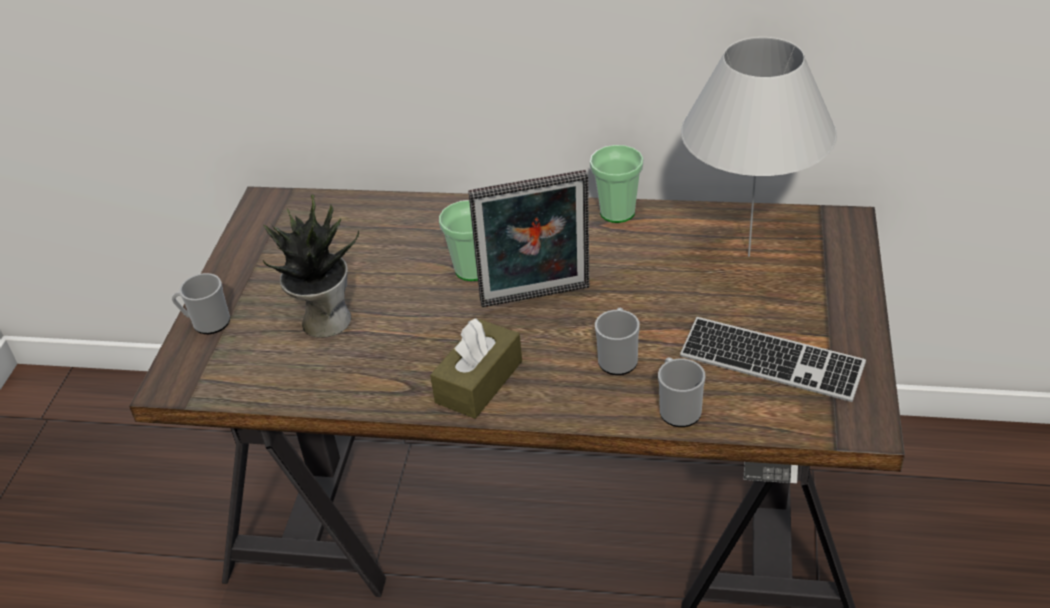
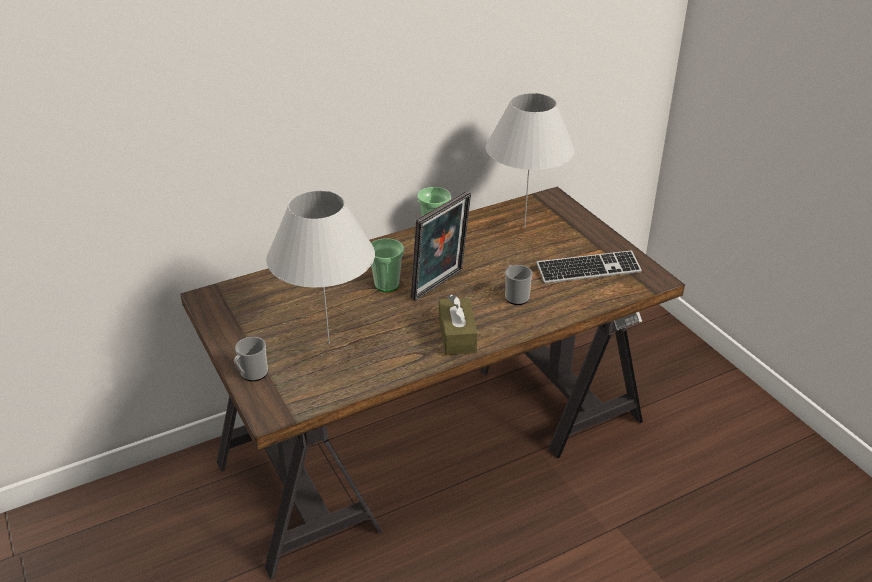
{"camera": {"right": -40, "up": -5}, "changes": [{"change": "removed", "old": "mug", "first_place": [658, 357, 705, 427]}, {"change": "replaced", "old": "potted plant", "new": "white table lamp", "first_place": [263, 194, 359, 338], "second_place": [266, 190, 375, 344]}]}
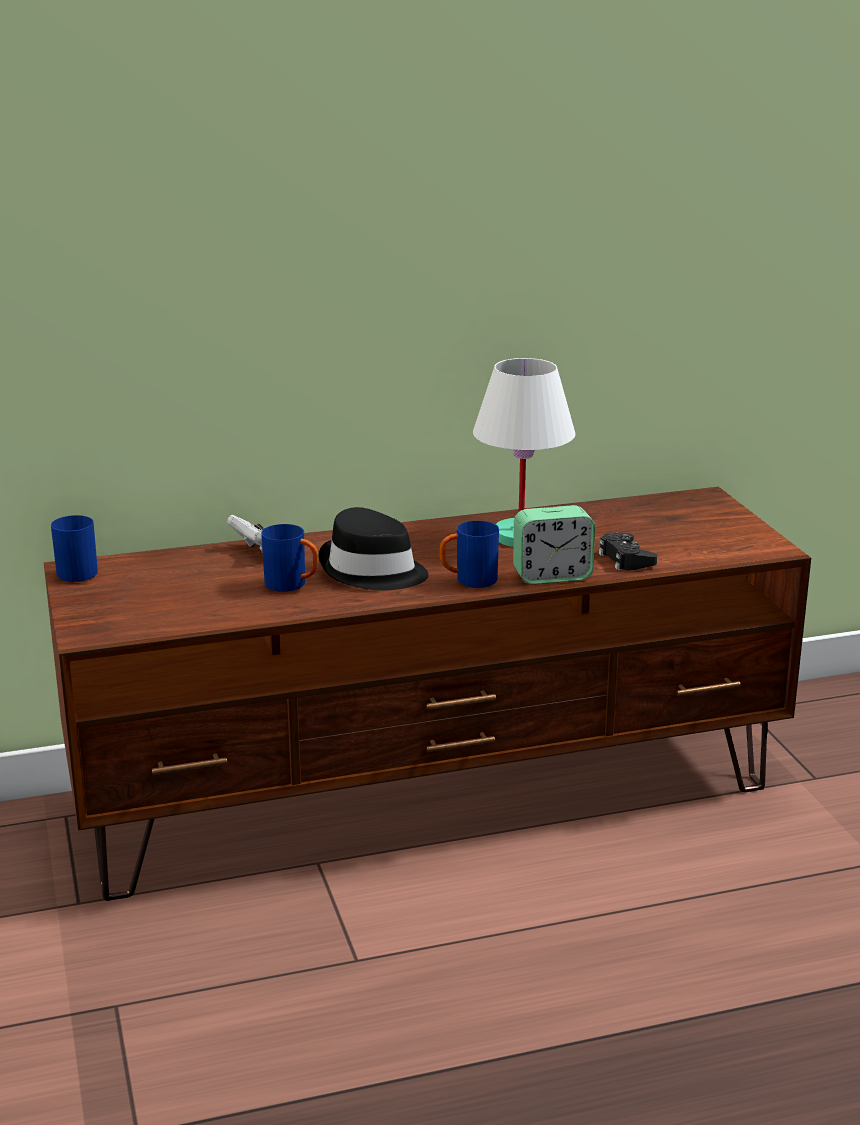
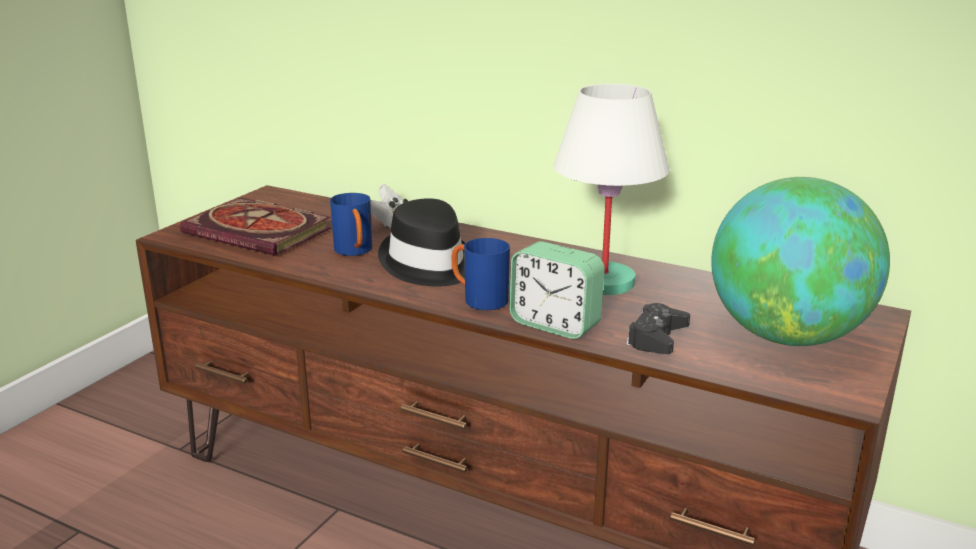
{"camera": {"right": 45, "up": 0}, "changes": [{"change": "removed", "old": "blue mug", "first_place": [51, 515, 98, 582]}, {"change": "added", "new": "book", "second_place": [180, 198, 331, 256]}, {"change": "added", "new": "globe", "second_place": [711, 177, 890, 346]}]}
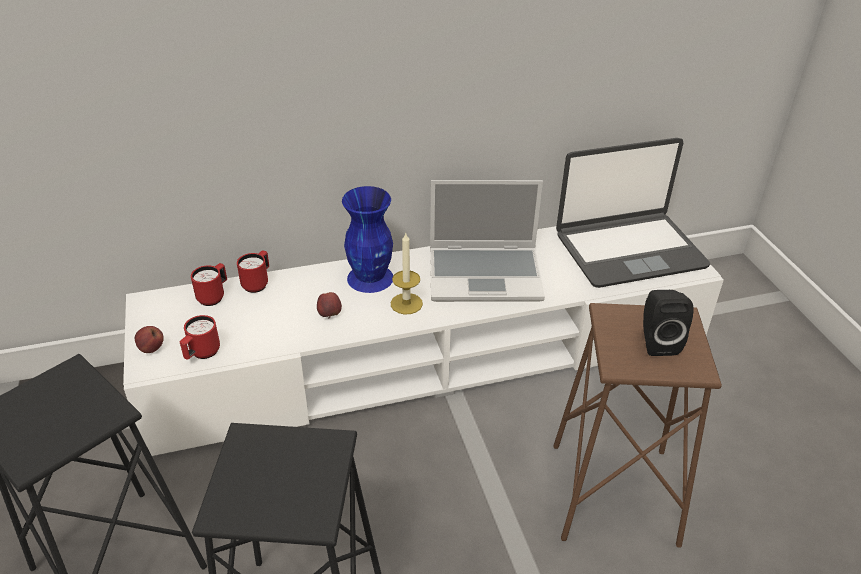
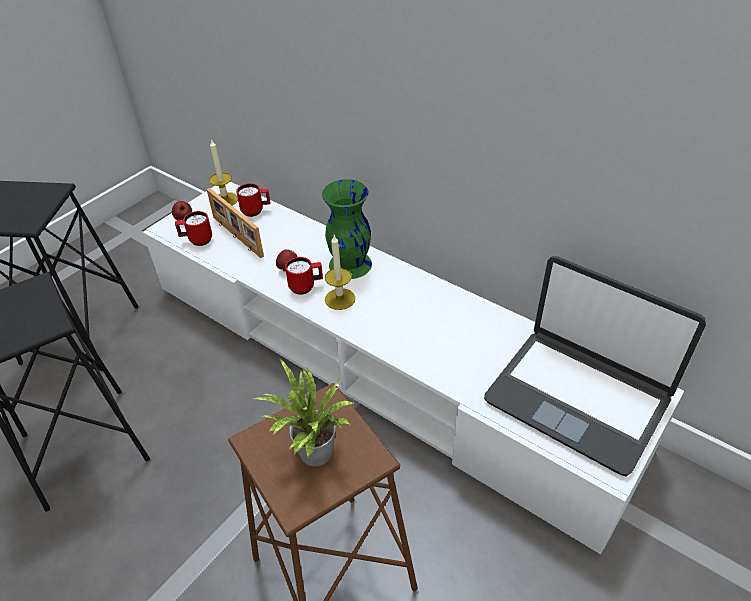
{"camera": {"right": 55, "up": 5}, "changes": [{"change": "removed", "old": "laptop", "first_place": [430, 180, 545, 302]}, {"change": "added", "new": "picture frame", "second_place": [206, 188, 264, 258]}, {"change": "added", "new": "candle", "second_place": [209, 139, 238, 206]}, {"change": "moved", "old": "red mug", "first_place": [237, 251, 270, 293], "second_place": [285, 257, 323, 295]}, {"change": "replaced", "old": "black speaker", "new": "potted plant", "first_place": [643, 290, 694, 356], "second_place": [254, 358, 353, 466]}, {"change": "recoloured", "old": "blue vase", "new": "green vase", "first_place": [342, 186, 393, 293], "second_place": [322, 179, 372, 279]}]}
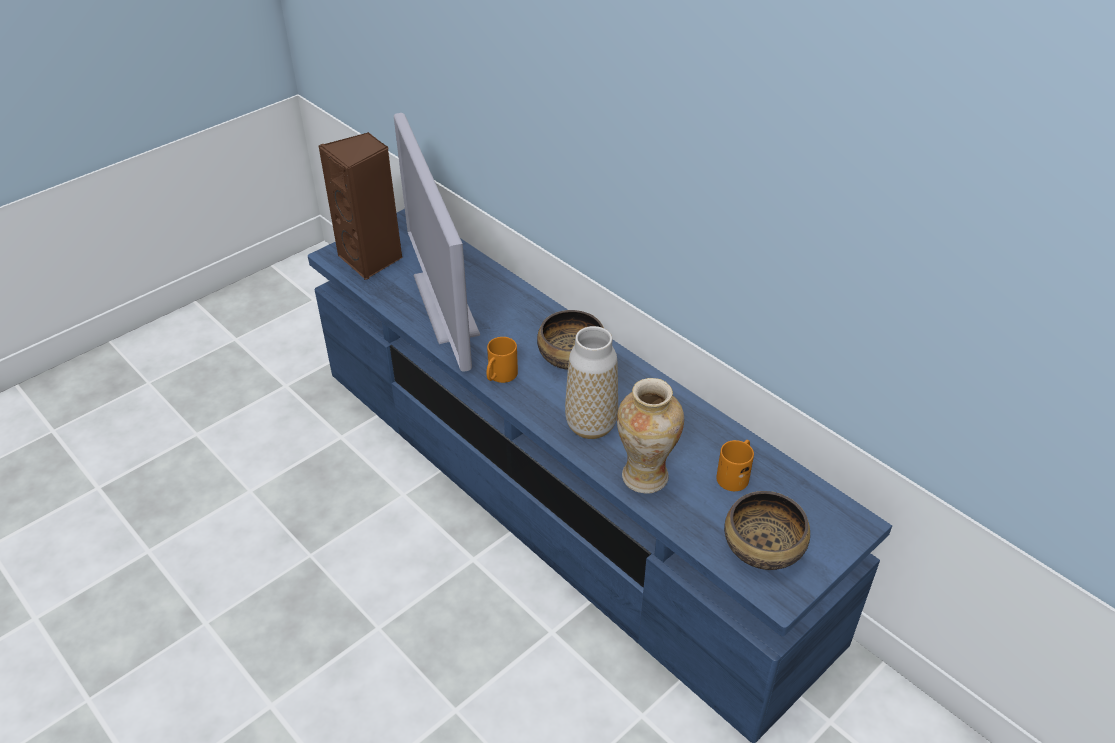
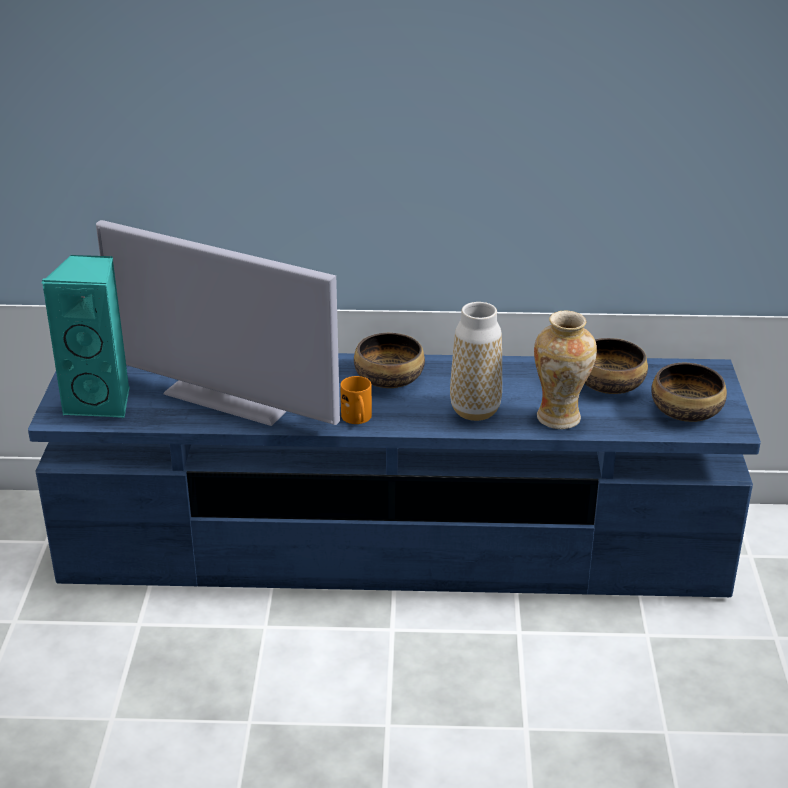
{"camera": {"right": -45, "up": -10}, "changes": [{"change": "replaced", "old": "orange mug", "new": "bowl", "first_place": [716, 440, 754, 491], "second_place": [585, 338, 648, 394]}, {"change": "recoloured", "old": "brown speaker", "new": "turquoise speaker", "first_place": [318, 132, 402, 280], "second_place": [41, 254, 130, 419]}]}
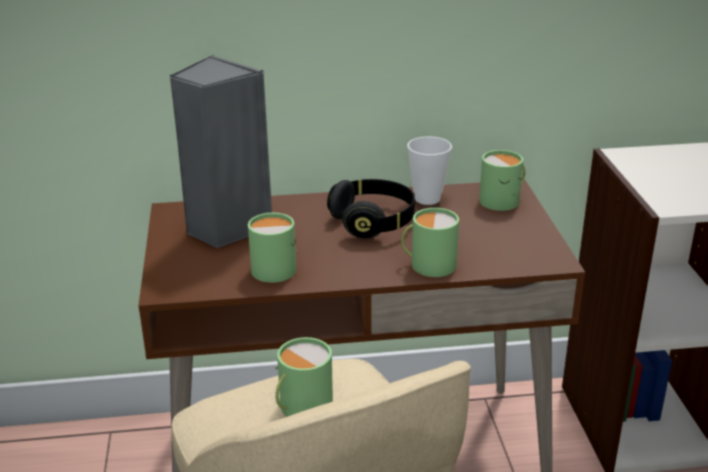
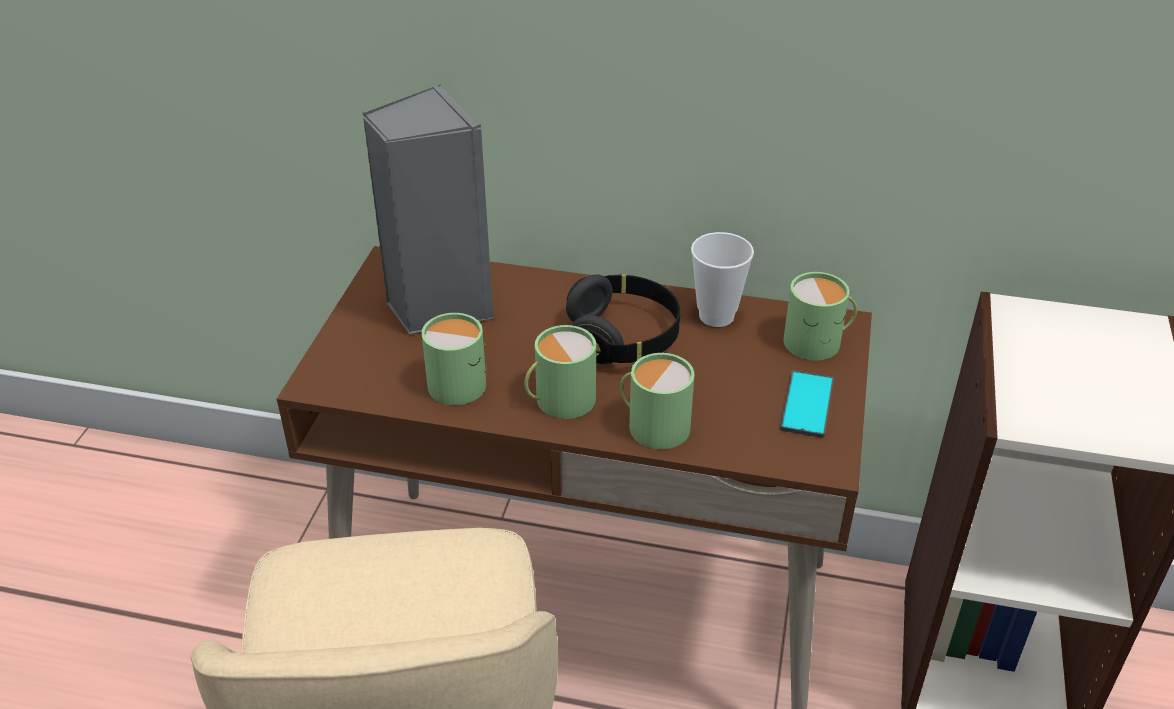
{"camera": {"right": 20, "up": 10}, "changes": [{"change": "added", "new": "phone", "second_place": [780, 370, 834, 438]}, {"change": "moved", "old": "green mug", "first_place": [275, 337, 333, 417], "second_place": [524, 325, 596, 419]}]}
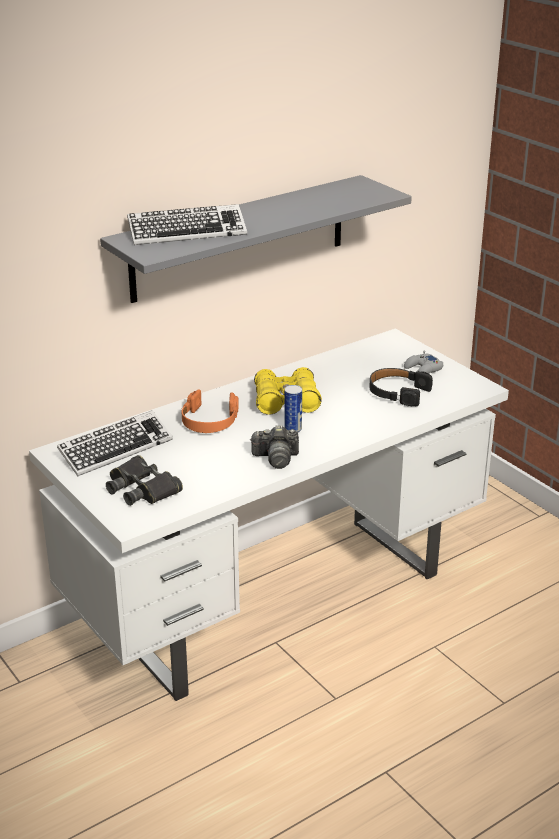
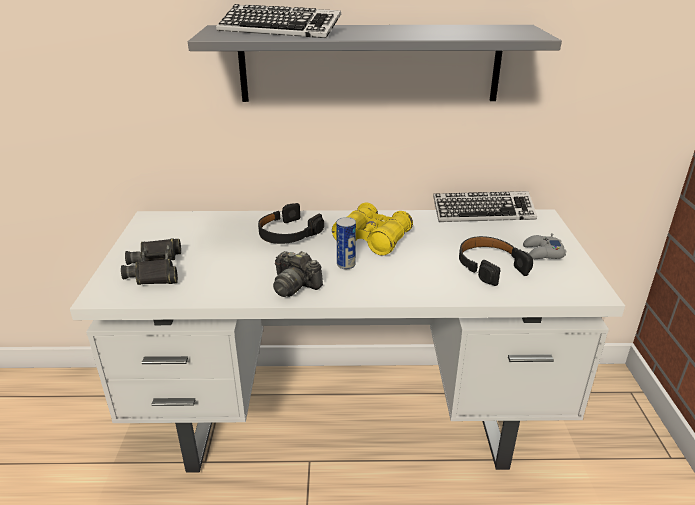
{"camera": {"right": 35, "up": 0}, "changes": [{"change": "moved", "old": "keyboard", "first_place": [57, 410, 173, 476], "second_place": [433, 191, 537, 222]}, {"change": "recoloured", "old": "orange headphones", "new": "black headphones", "first_place": [181, 389, 238, 433], "second_place": [258, 203, 324, 244]}]}
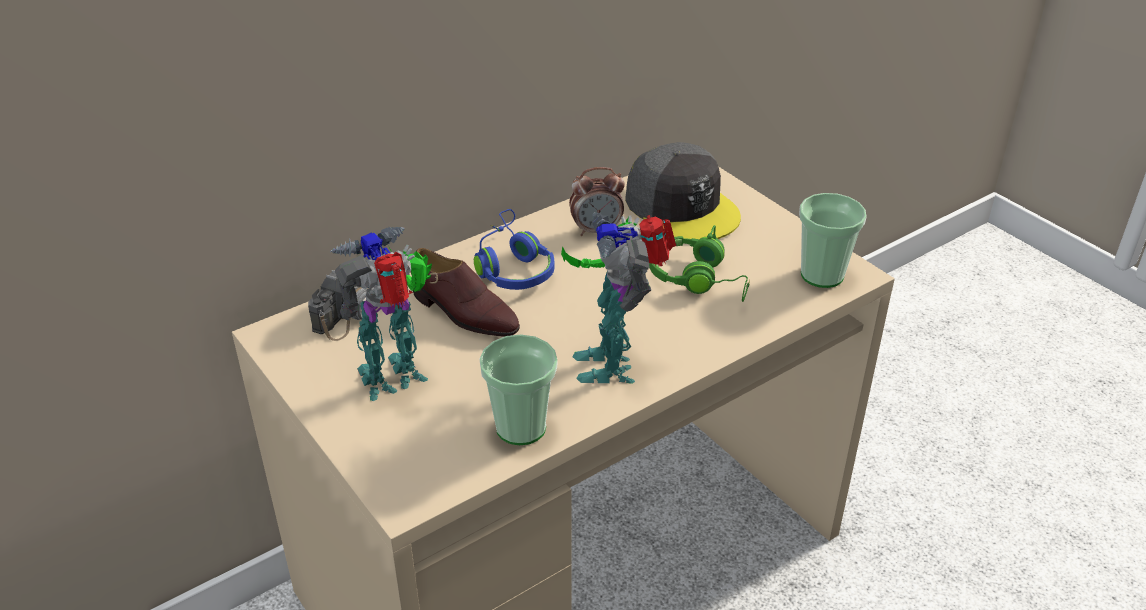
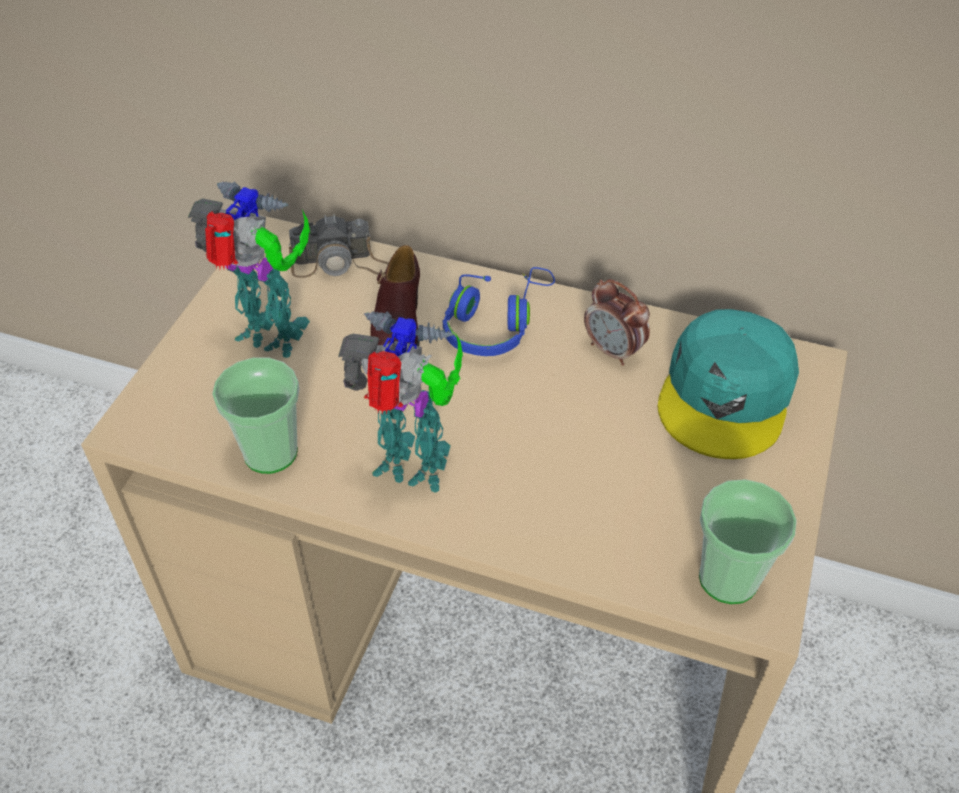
{"camera": {"right": 55, "up": 10}, "changes": [{"change": "removed", "old": "green headphones", "first_place": [649, 225, 750, 302]}, {"change": "recoloured", "old": "grey cap", "new": "turquoise cap", "first_place": [625, 142, 741, 239], "second_place": [658, 309, 799, 459]}, {"change": "turned", "old": "toy robot", "first_place": [561, 212, 676, 384], "second_place": [338, 311, 463, 493], "degrees": 60}]}
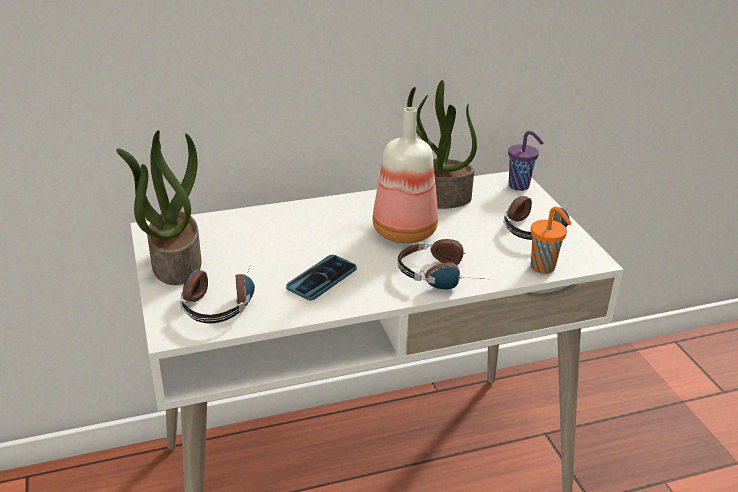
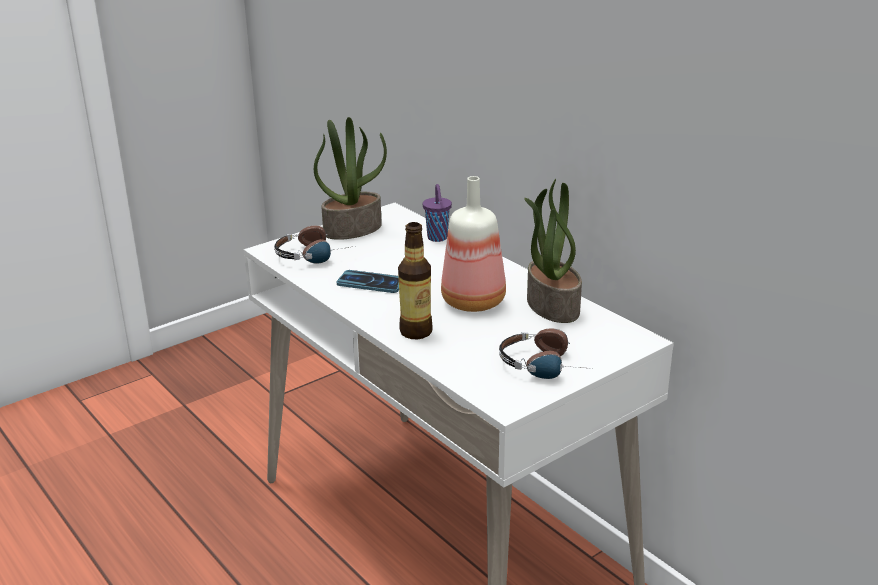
{"camera": {"right": 70, "up": -5}, "changes": [{"change": "removed", "old": "orange cup", "first_place": [531, 207, 572, 274]}, {"change": "moved", "old": "purple cup", "first_place": [508, 131, 544, 191], "second_place": [423, 184, 452, 242]}, {"change": "replaced", "old": "headphones", "new": "bottle", "first_place": [397, 239, 491, 289], "second_place": [398, 222, 432, 339]}]}
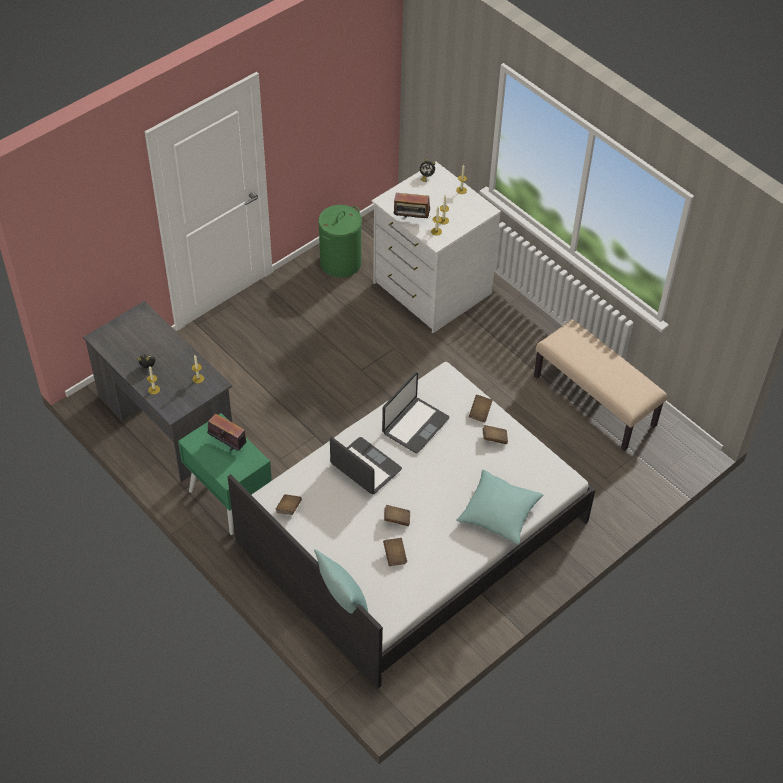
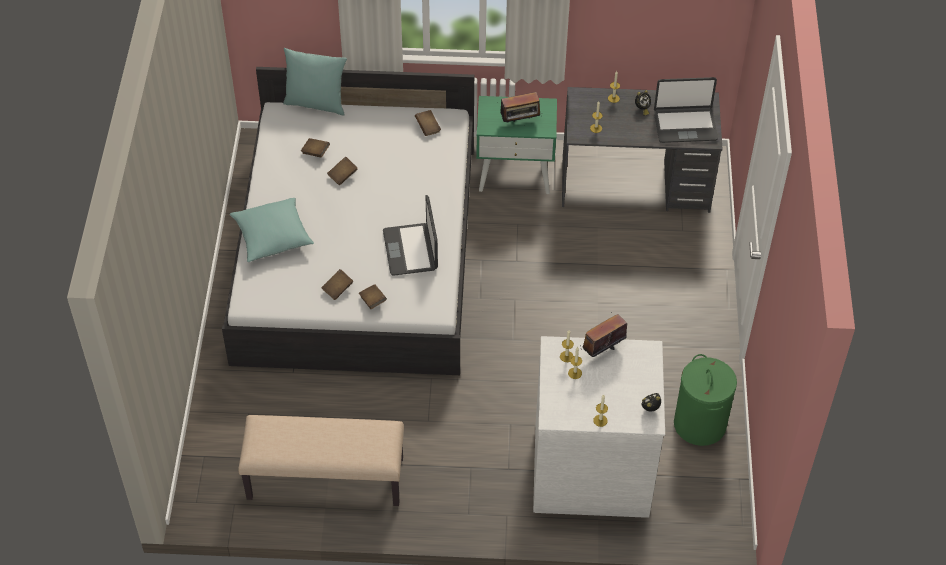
{"camera": {"right": 135, "up": 0}, "changes": [{"change": "moved", "old": "laptop", "first_place": [330, 437, 402, 494], "second_place": [654, 77, 718, 143]}]}
